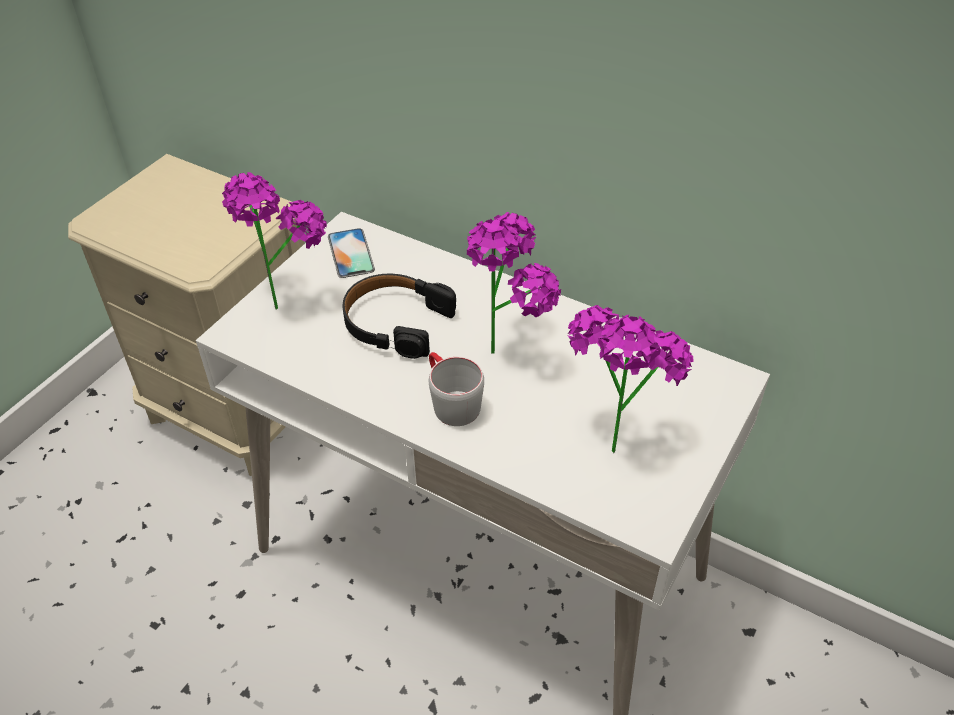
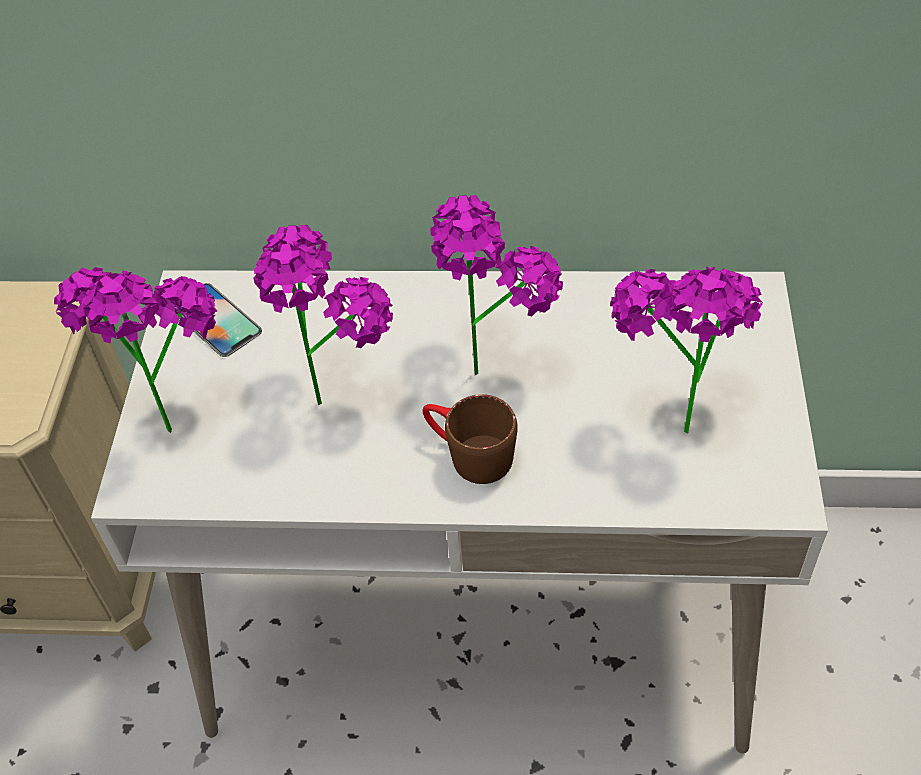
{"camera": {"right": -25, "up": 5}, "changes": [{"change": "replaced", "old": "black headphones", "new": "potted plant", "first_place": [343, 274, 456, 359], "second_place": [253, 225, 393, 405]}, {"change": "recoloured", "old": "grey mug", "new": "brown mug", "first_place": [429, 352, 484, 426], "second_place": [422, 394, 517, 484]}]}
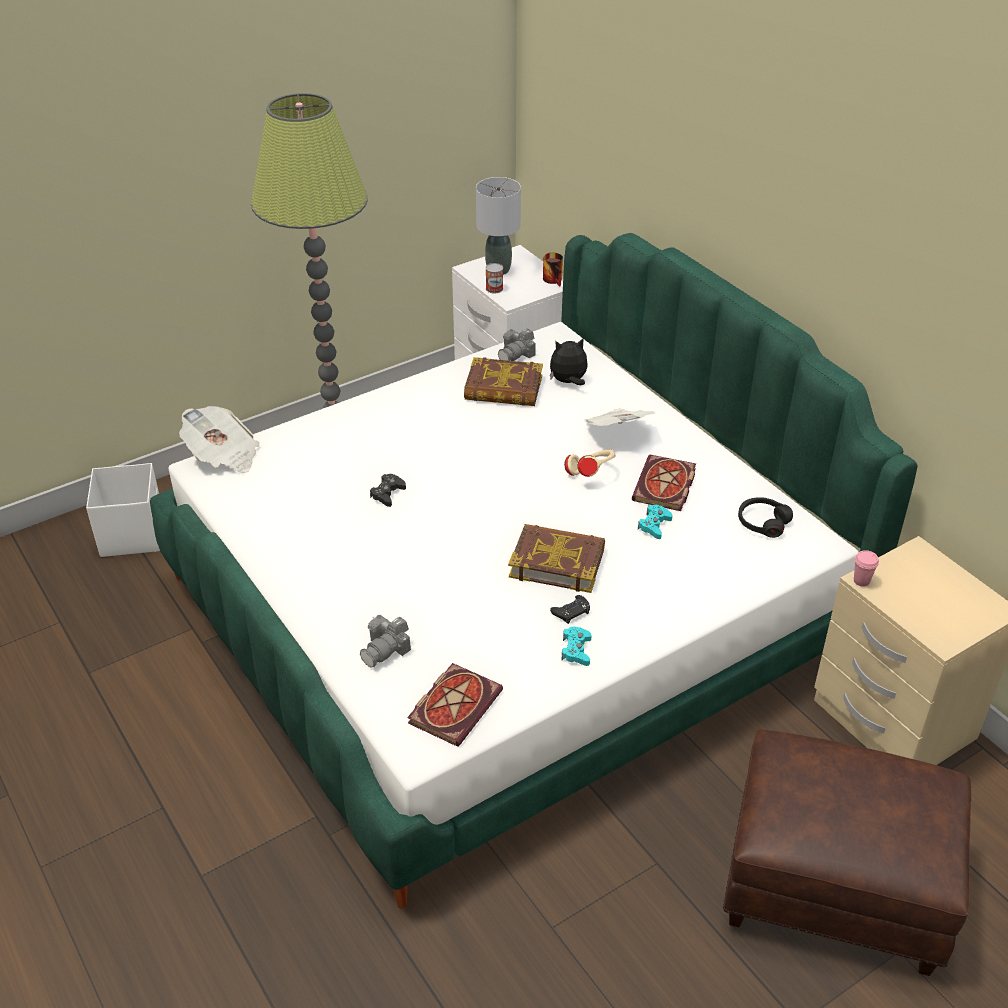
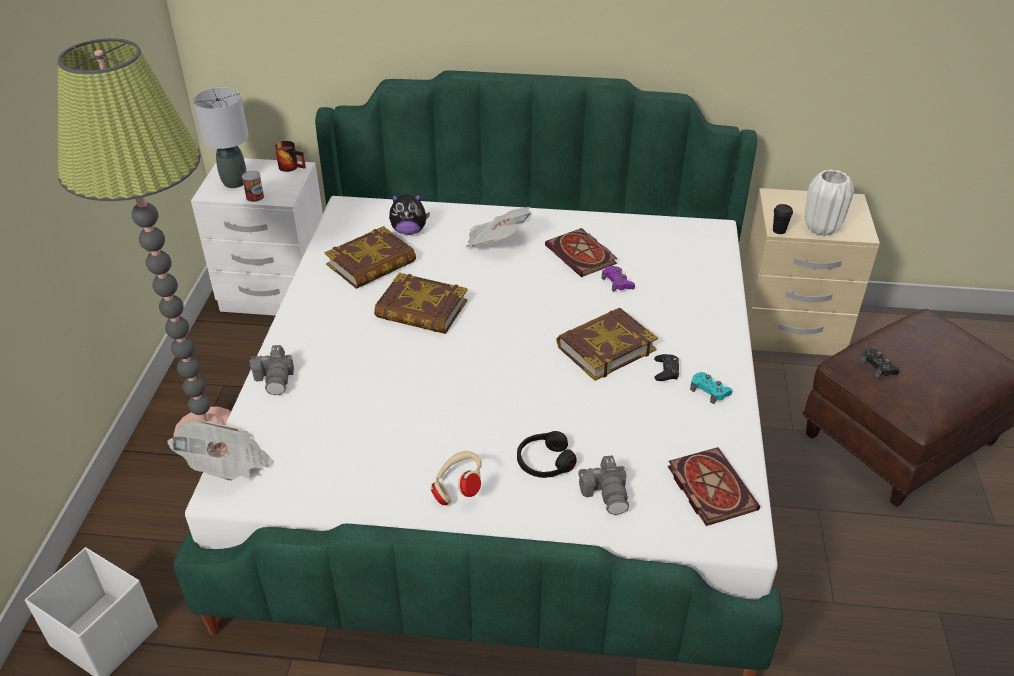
{"camera": {"right": -50, "up": 0}, "changes": [{"change": "added", "new": "book", "second_place": [374, 273, 467, 334]}, {"change": "added", "new": "white vase", "second_place": [804, 169, 854, 236]}, {"change": "moved", "old": "black game controller", "first_place": [370, 474, 406, 507], "second_place": [860, 348, 900, 378]}, {"change": "moved", "old": "photo camera", "first_place": [498, 329, 535, 361], "second_place": [250, 345, 294, 395]}, {"change": "moved", "old": "beige headphones", "first_place": [564, 449, 616, 477], "second_place": [431, 451, 482, 505]}, {"change": "moved", "old": "black headphones", "first_place": [738, 497, 793, 538], "second_place": [517, 431, 577, 478]}, {"change": "recoloured", "old": "turquoise game controller", "new": "purple game controller", "first_place": [638, 505, 673, 539], "second_place": [602, 266, 635, 292]}, {"change": "recoloured", "old": "pink cup", "new": "black cup", "first_place": [854, 550, 879, 587], "second_place": [773, 204, 793, 234]}, {"change": "turned", "old": "plush toy", "first_place": [550, 338, 587, 385], "second_place": [389, 193, 430, 235], "degrees": -120}]}
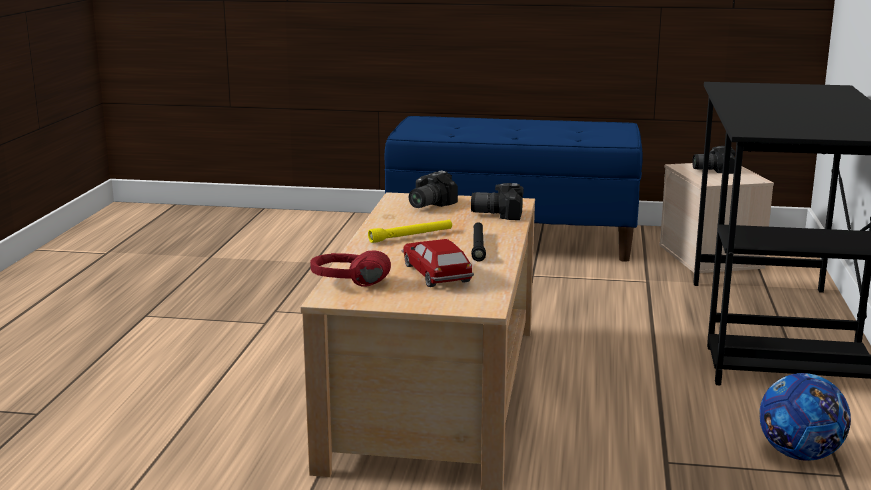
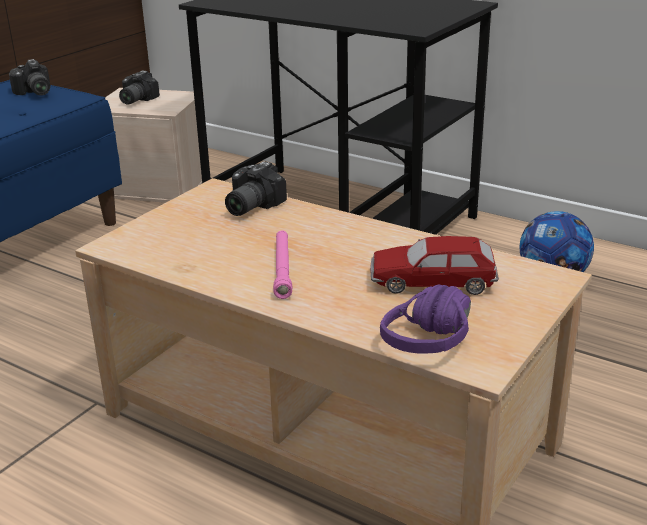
{"camera": {"right": -65, "up": 10}, "changes": [{"change": "removed", "old": "black flashlight", "first_place": [471, 222, 486, 262]}, {"change": "moved", "old": "photo camera", "first_place": [409, 170, 458, 208], "second_place": [9, 59, 51, 96]}, {"change": "recoloured", "old": "red headphones", "new": "purple headphones", "first_place": [310, 250, 391, 286], "second_place": [380, 284, 471, 354]}, {"change": "recoloured", "old": "yellow flashlight", "new": "pink flashlight", "first_place": [368, 220, 452, 243], "second_place": [273, 231, 292, 299]}]}
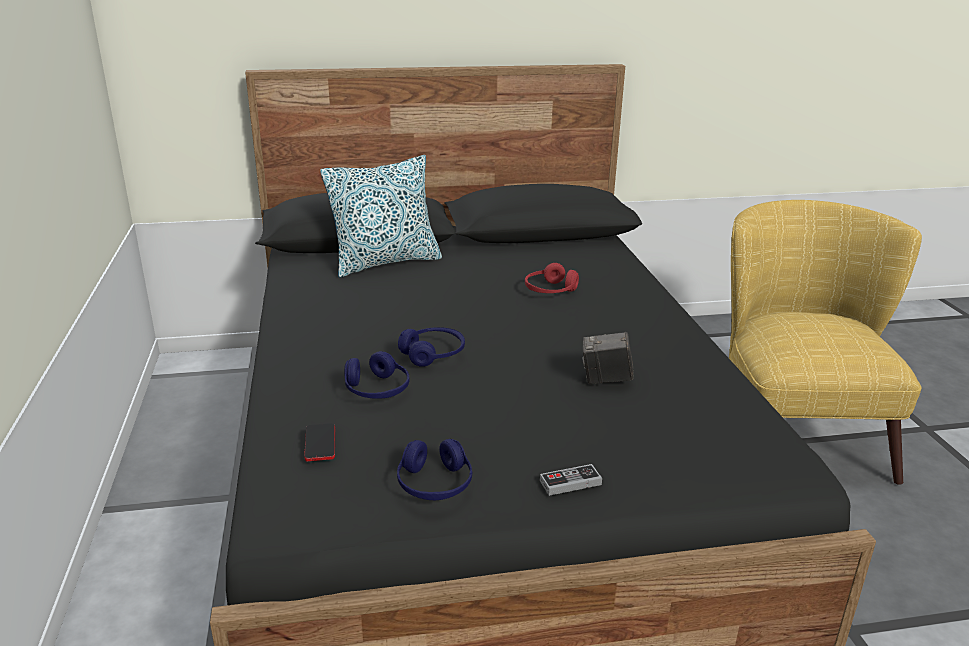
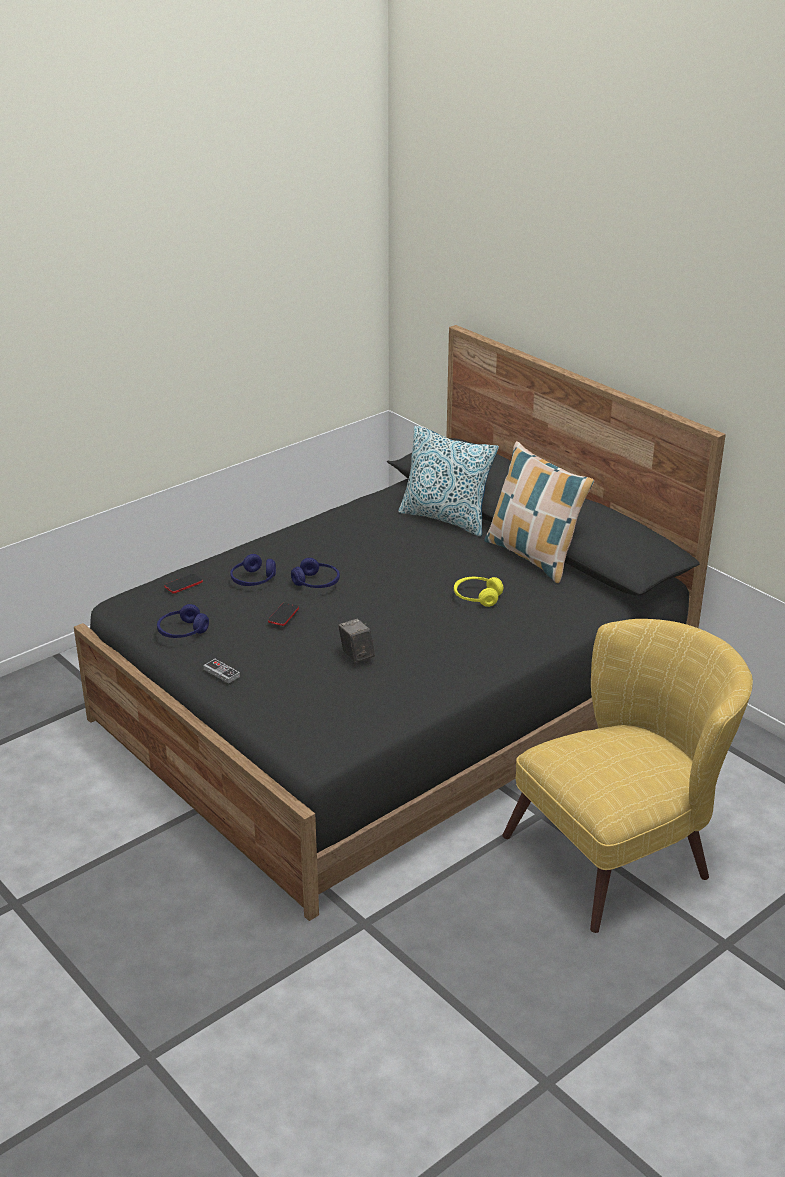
{"camera": {"right": 60, "up": 5}, "changes": [{"change": "added", "new": "phone", "second_place": [268, 603, 299, 626]}, {"change": "added", "new": "pillow", "second_place": [484, 441, 594, 583]}, {"change": "recoloured", "old": "red headphones", "new": "yellow headphones", "first_place": [525, 263, 579, 293], "second_place": [454, 577, 503, 607]}]}
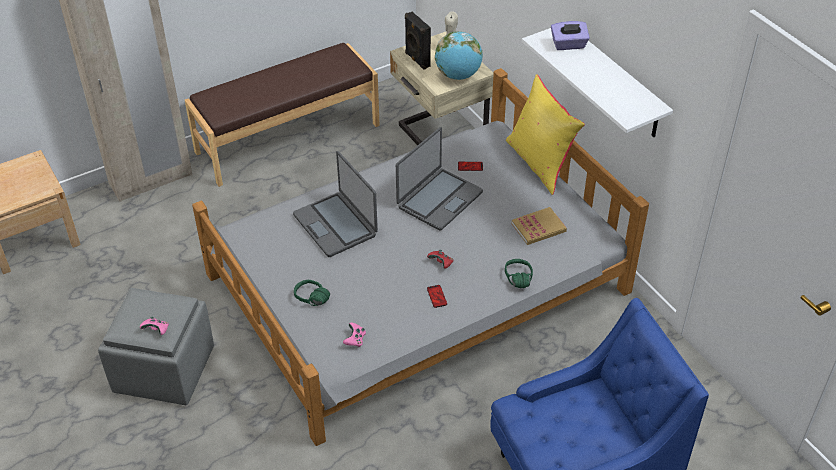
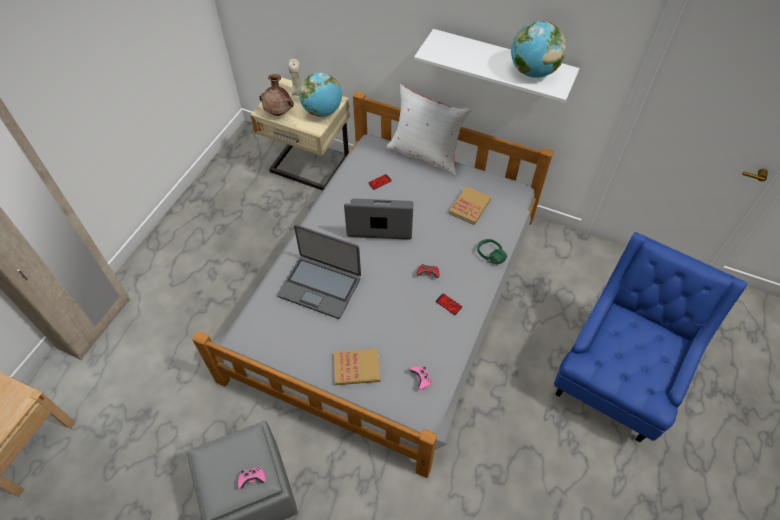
{"camera": {"right": -35, "up": 10}, "changes": [{"change": "removed", "old": "brown bench", "first_place": [185, 43, 380, 187]}, {"change": "removed", "old": "purple tissue box", "first_place": [551, 21, 590, 50]}, {"change": "added", "new": "globe", "second_place": [511, 21, 566, 78]}, {"change": "replaced", "old": "green headphones", "new": "book", "first_place": [294, 280, 330, 306], "second_place": [334, 349, 380, 385]}, {"change": "replaced", "old": "black speaker", "new": "brown vase", "first_place": [405, 12, 431, 69], "second_place": [260, 74, 294, 116]}, {"change": "recoloured", "old": "yellow pillow", "new": "white pillow", "first_place": [506, 74, 585, 195], "second_place": [386, 84, 471, 176]}, {"change": "turned", "old": "laptop", "first_place": [396, 127, 483, 231], "second_place": [344, 198, 413, 240], "degrees": -90}]}
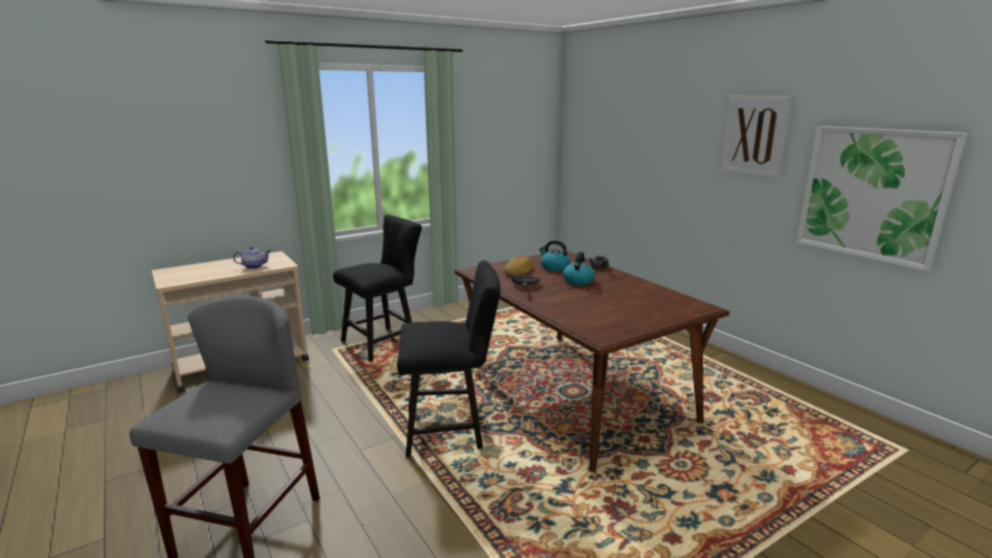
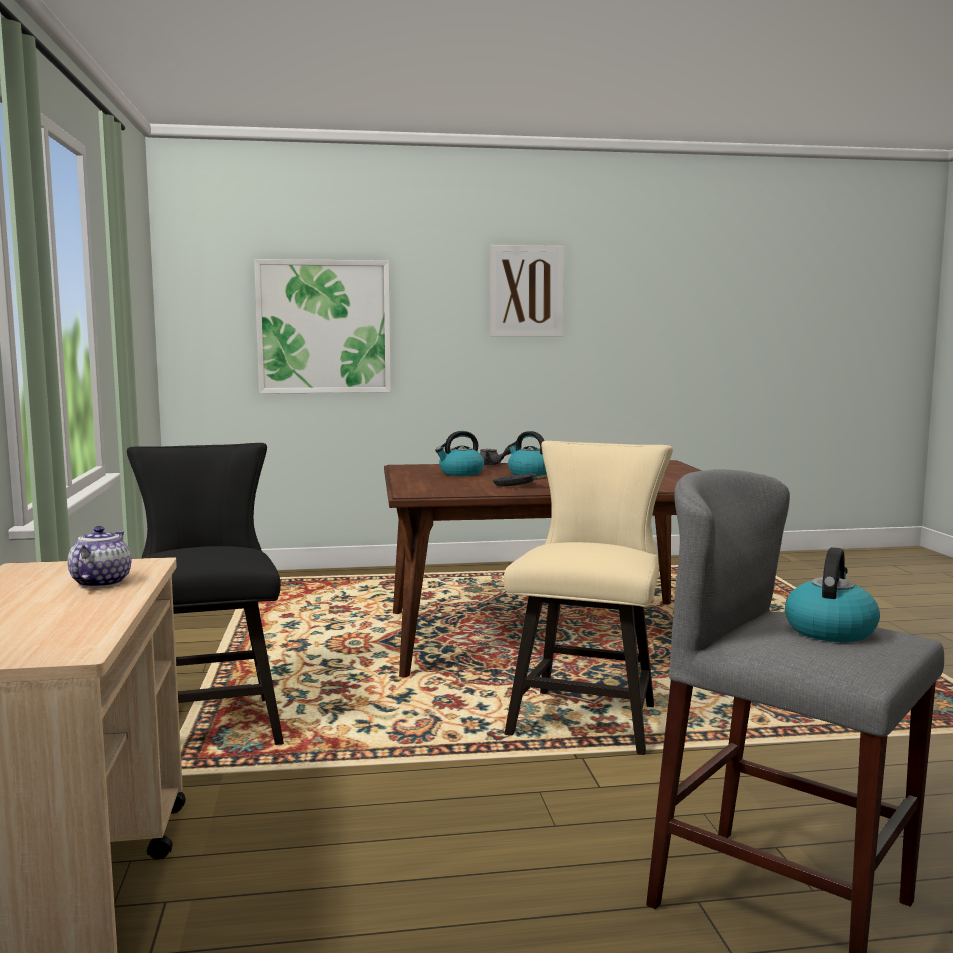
{"camera": {"right": -65, "up": -10}, "changes": [{"change": "removed", "old": "bread", "first_place": [504, 256, 532, 276]}, {"change": "added", "new": "kettle", "second_place": [785, 547, 880, 642]}, {"change": "moved", "old": "picture", "first_place": [796, 126, 967, 271], "second_place": [254, 259, 391, 394]}, {"change": "recoloured", "old": "black chair", "new": "beige chair", "first_place": [397, 261, 501, 457], "second_place": [504, 441, 673, 755]}]}
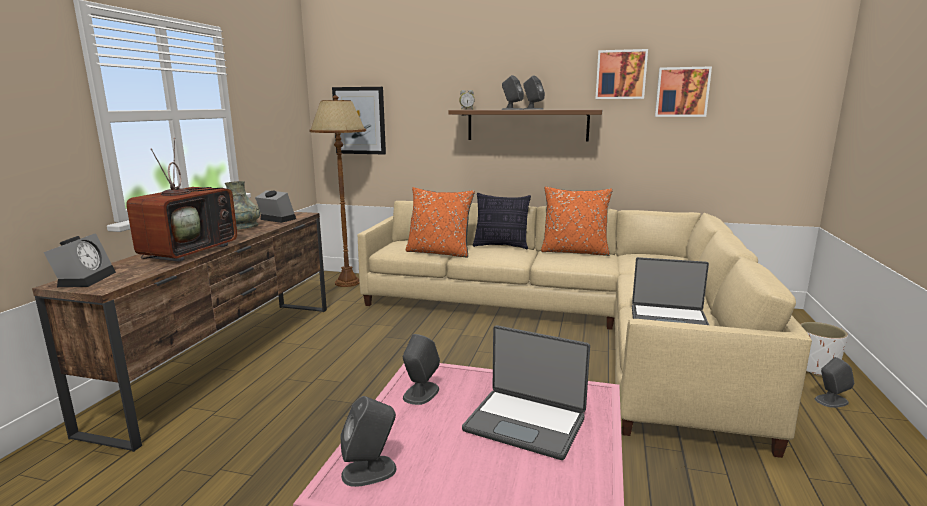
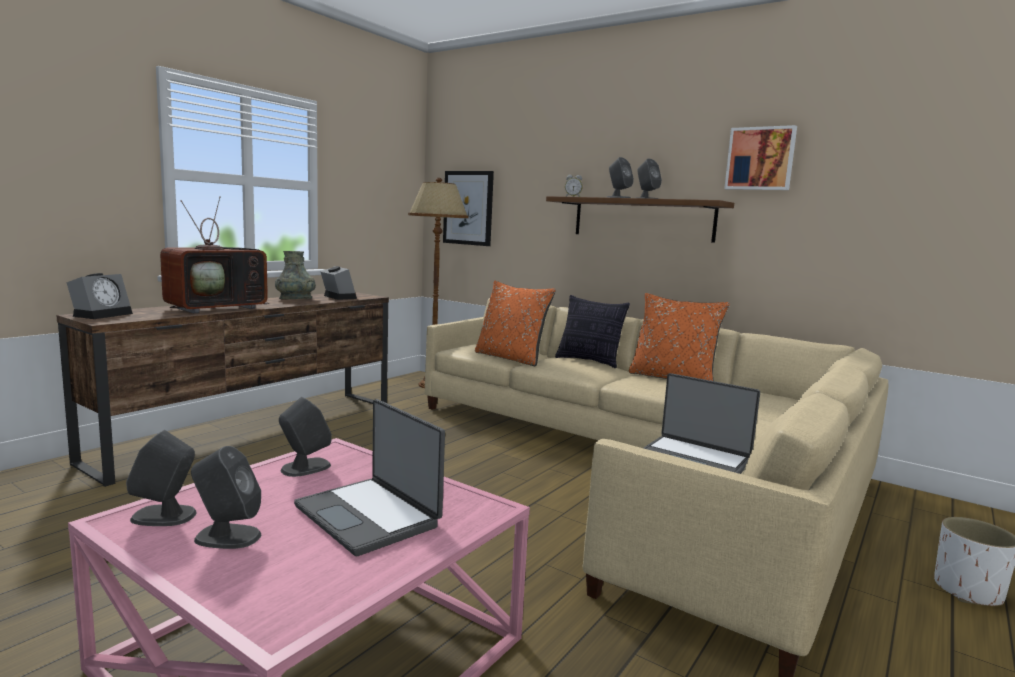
{"camera": {"right": 20, "up": -5}, "changes": [{"change": "removed", "old": "picture", "first_place": [655, 66, 712, 117]}, {"change": "moved", "old": "grey speaker", "first_place": [815, 357, 854, 408], "second_place": [191, 446, 261, 549]}]}
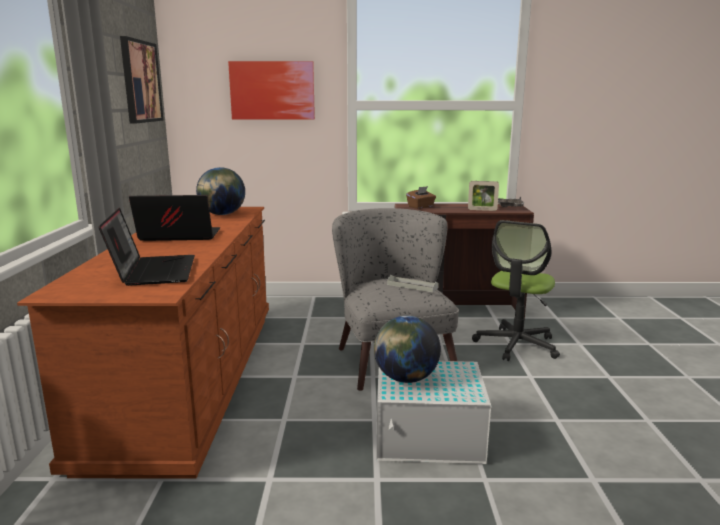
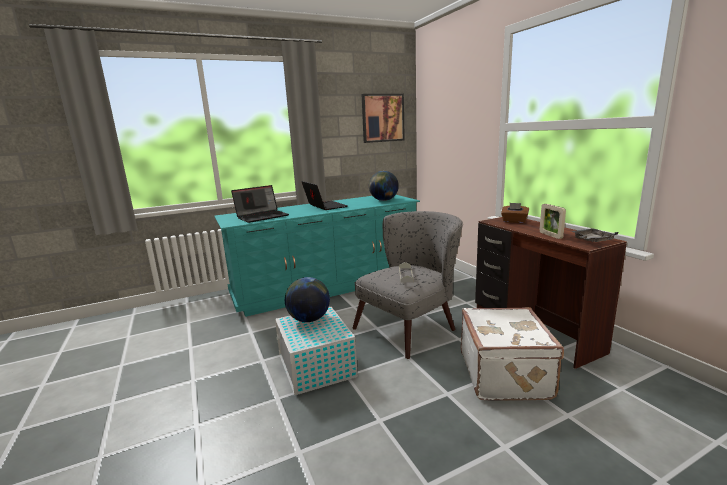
{"camera": {"right": 65, "up": 0}, "changes": [{"change": "removed", "old": "picture", "first_place": [228, 61, 315, 120]}, {"change": "replaced", "old": "office chair", "new": "white suitcase", "first_place": [472, 220, 560, 361], "second_place": [461, 307, 564, 401]}, {"change": "recoloured", "old": "brown dresser", "new": "turquoise dresser", "first_place": [17, 207, 269, 479], "second_place": [215, 195, 420, 317]}]}
